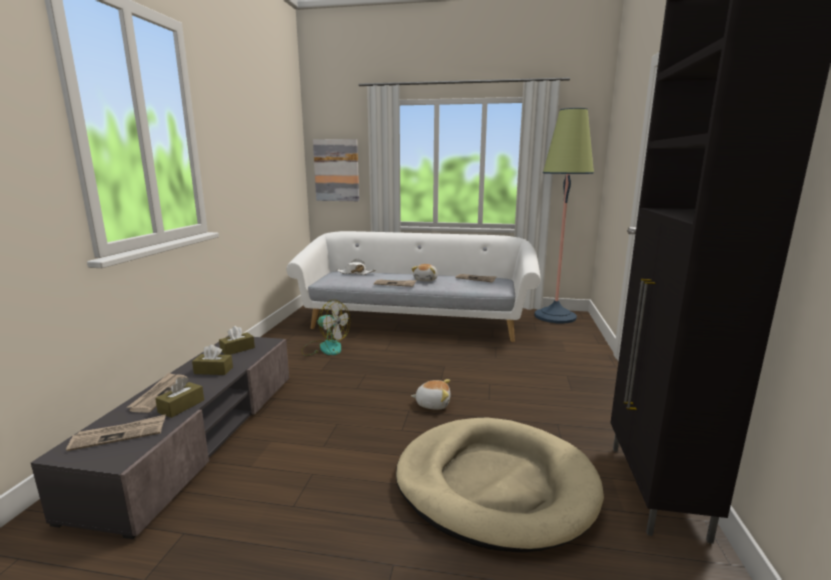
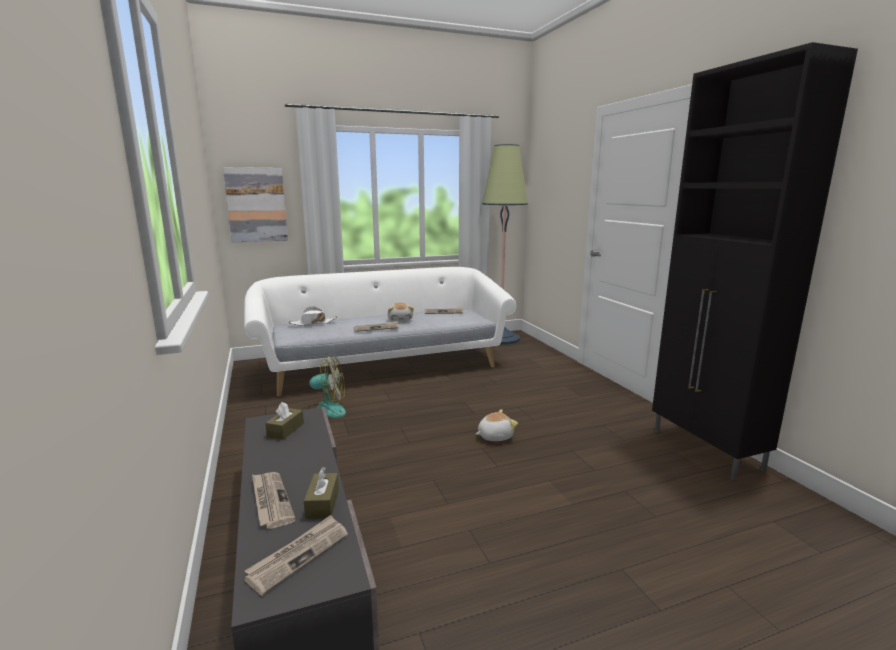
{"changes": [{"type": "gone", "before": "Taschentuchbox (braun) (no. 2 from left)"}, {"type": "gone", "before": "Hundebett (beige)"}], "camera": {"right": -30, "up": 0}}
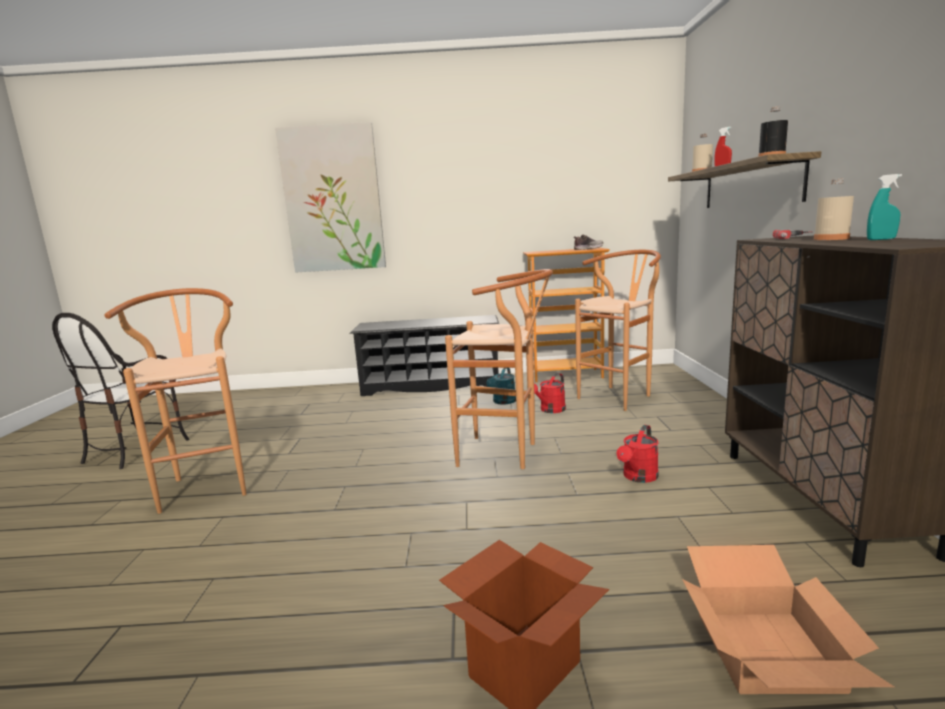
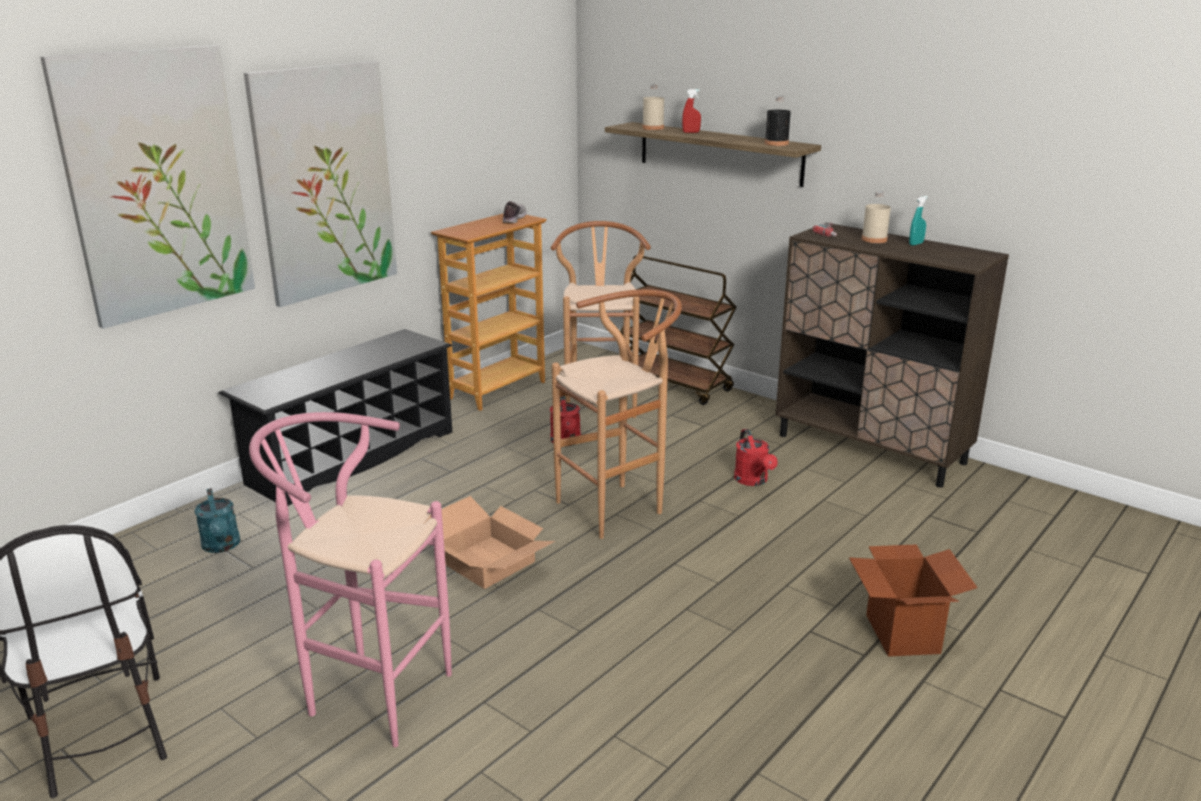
{"changes": [{"type": "repainted", "before": "Hocker (braun) (no. 1 from left)", "after": "Hocker (rosa)"}, {"type": "shifted", "before": "Gießkanne (türkis)"}, {"type": "shifted", "before": "Karton (no. 2 from left in the first image)", "after": "Karton (no. 1 from left)"}, {"type": "new", "after": "Bild (no. 2 from left)"}, {"type": "new", "after": "Rollwagen (braun)"}], "camera": {"right": -50, "up": 10}}
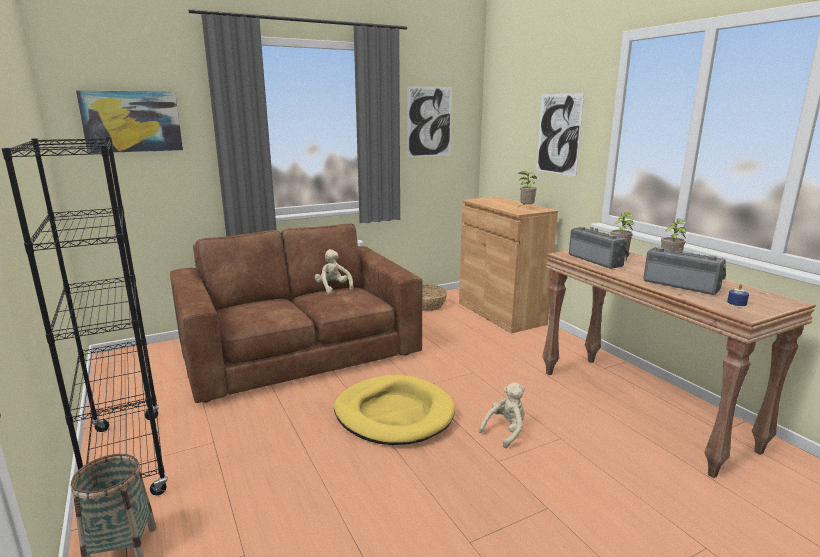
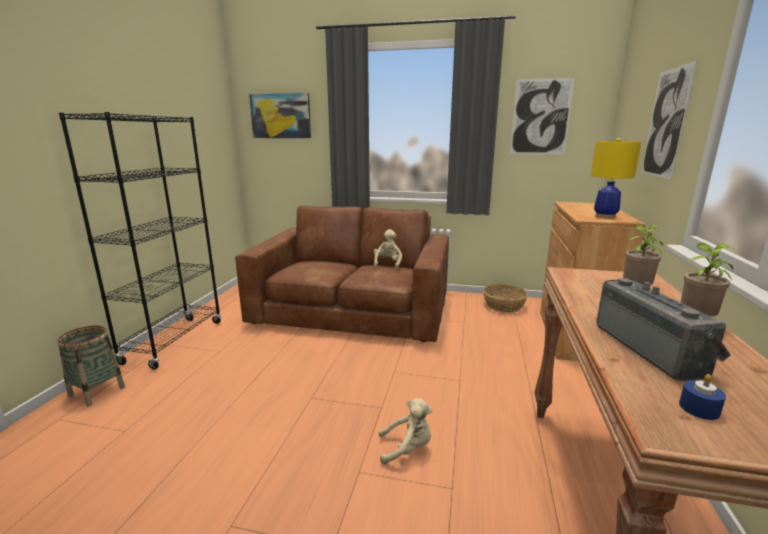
{"changes": [{"type": "gone", "before": "Hundebett (gelb)"}, {"type": "swapped", "before": "Topfpflanze (no. 1 from left)", "after": "Tischlampe (gelb)"}, {"type": "gone", "before": "Radio (no. 1 from left)"}], "camera": {"right": 40, "up": 0}}
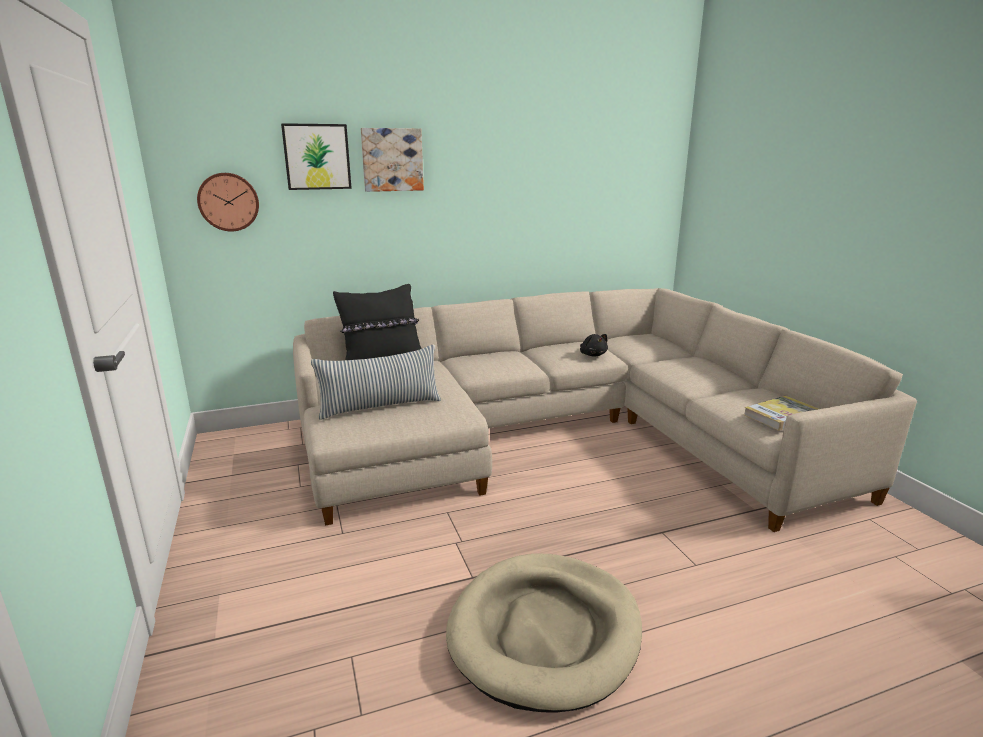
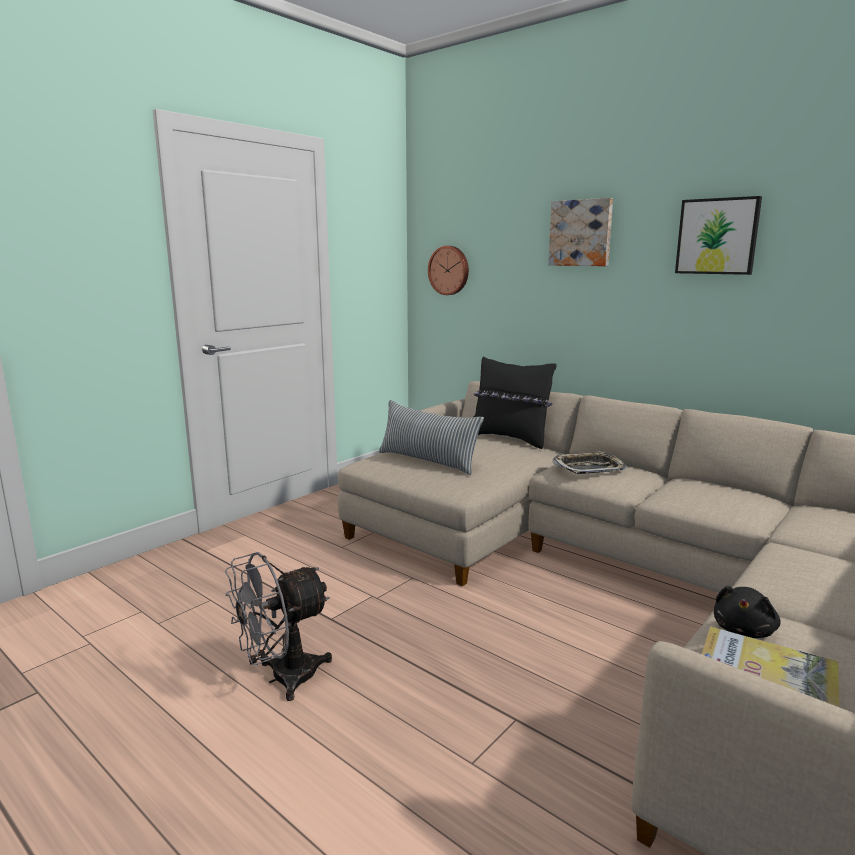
{"changes": [{"type": "shifted", "before": "Bild (no. 1 from left in the first image)", "after": "Bild (no. 2 from left)"}, {"type": "swapped", "before": "Hundebett (beige)", "after": "Ventilator (grau)"}, {"type": "shifted", "before": "Plüschtier (schwarz)"}, {"type": "new", "after": "Tablett"}], "camera": {"right": 60, "up": -5}}
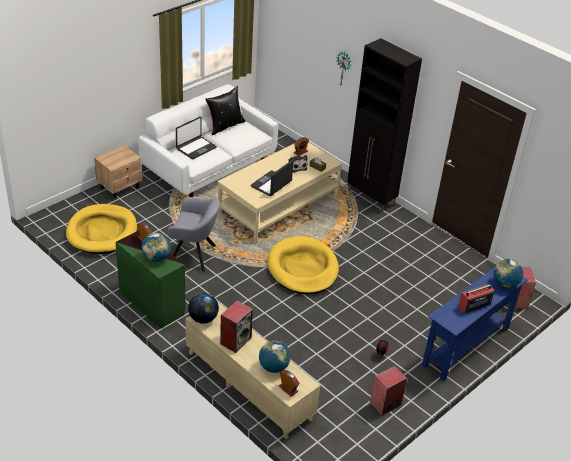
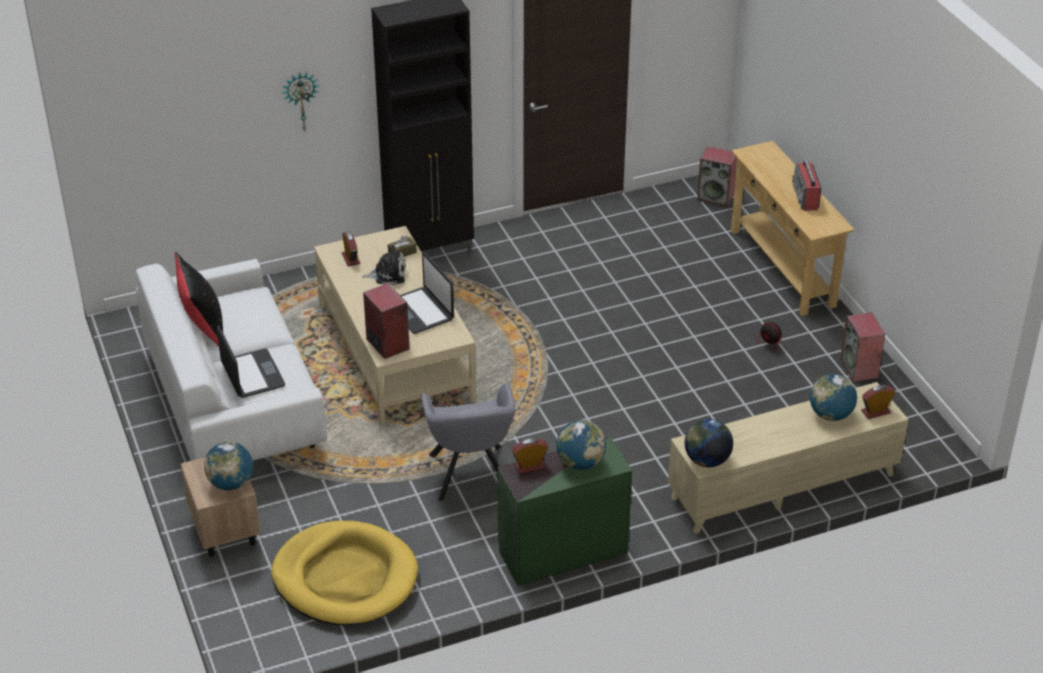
{"changes": [{"type": "rotated", "before": "Sessel (grau)", "turn": 135}, {"type": "shifted", "before": "Lautsprecher (no. 1 from left)"}, {"type": "gone", "before": "Hundebett (gelb) (no. 2 from left)"}, {"type": "repainted", "before": "Konsolentisch (blau)", "after": "Konsolentisch (beige)"}, {"type": "shifted", "before": "Globus (no. 4 from left in the first image)", "after": "Globus (no. 1 from left)"}], "camera": {"right": -65, "up": 0}}
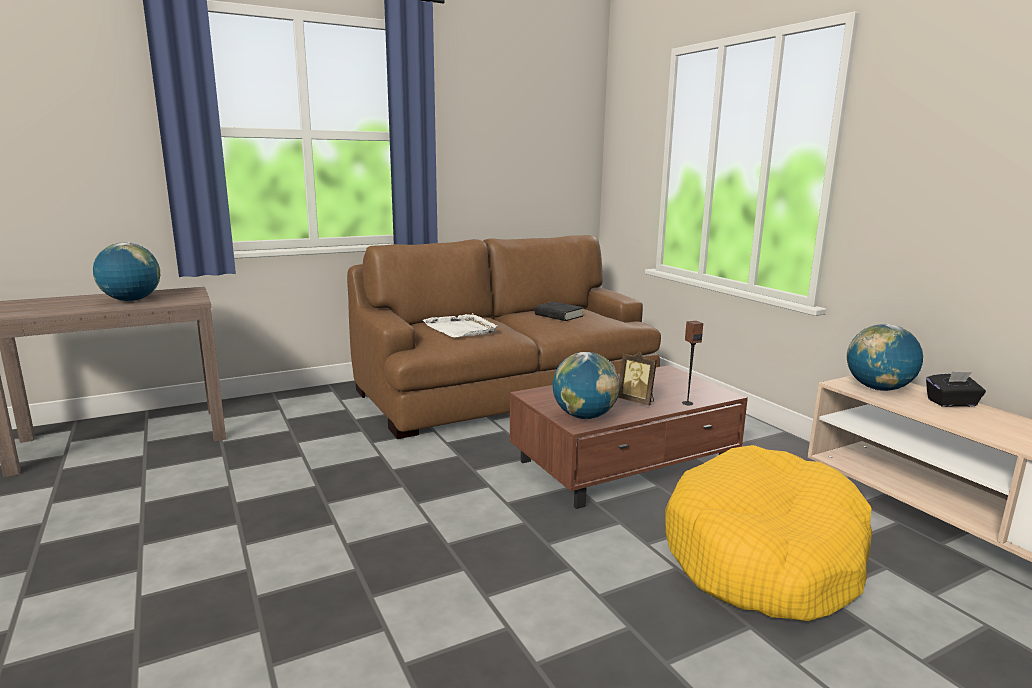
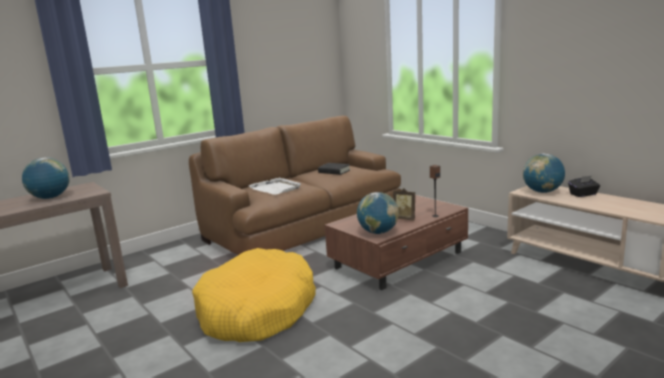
{"changes": [{"type": "shifted", "before": "Hundebett (gelb)"}], "camera": {"right": -10, "up": 0}}
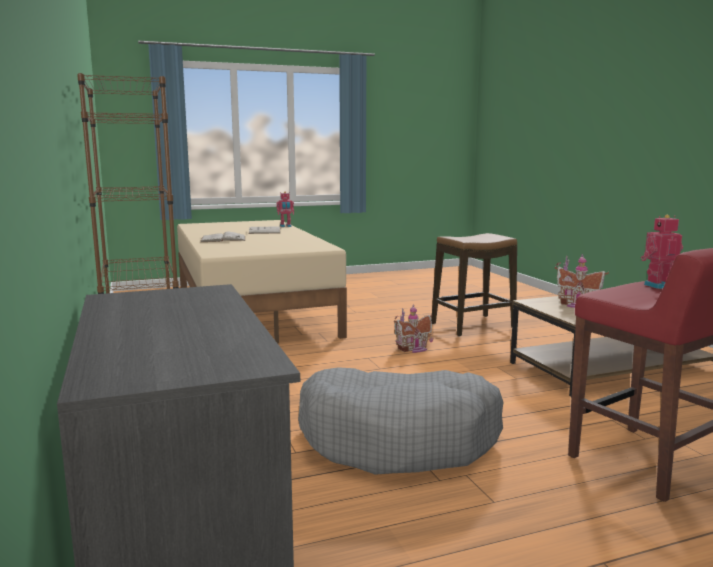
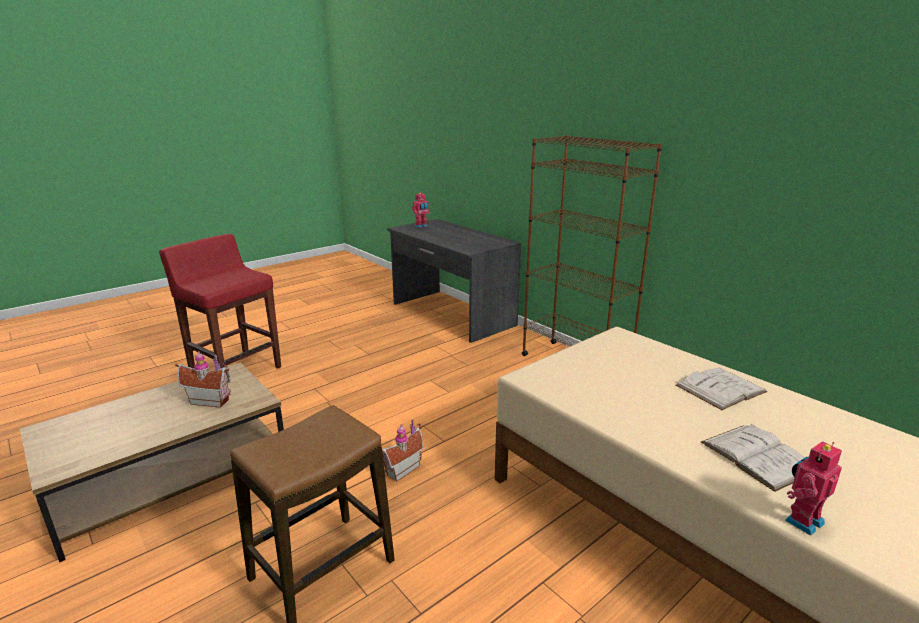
{"changes": [{"type": "gone", "before": "Hundebett (grau)"}, {"type": "shifted", "before": "Spielzeugroboter (no. 2 from left in the first image)", "after": "Spielzeugroboter (no. 1 from left)"}], "camera": {"right": 160, "up": 10}}
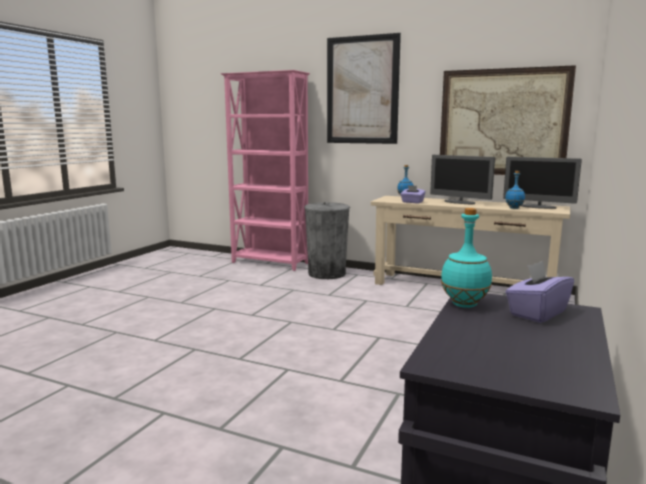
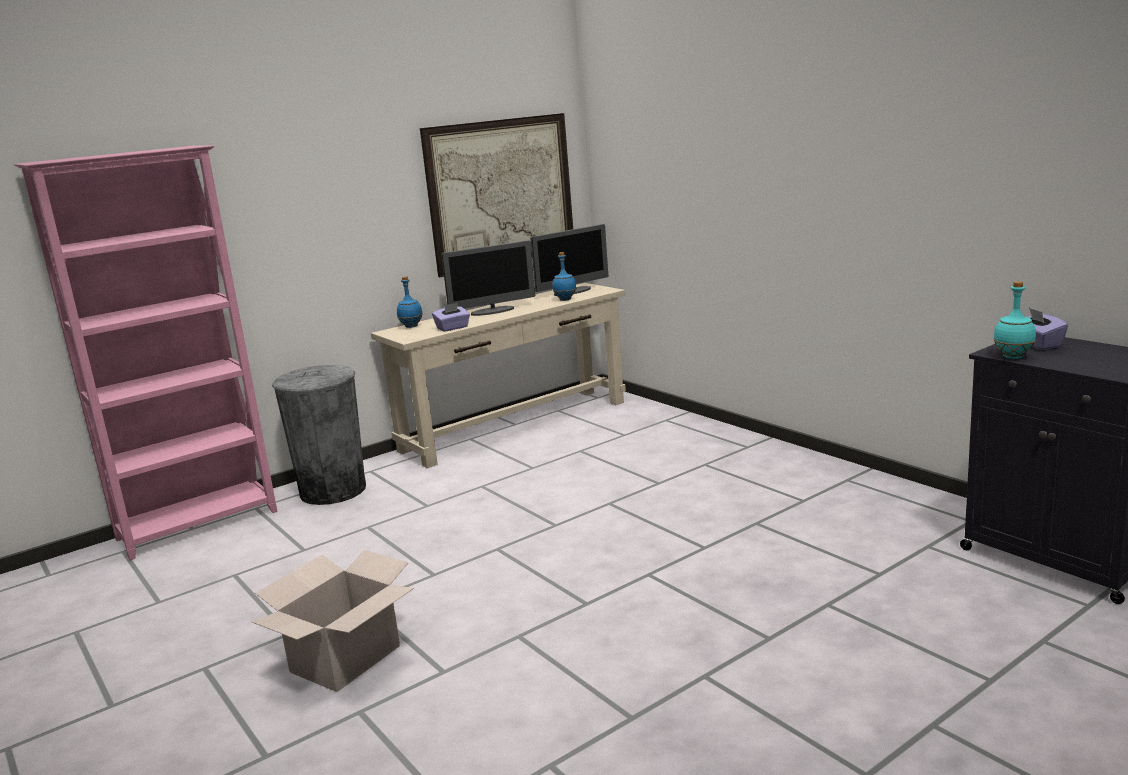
{"changes": [{"type": "gone", "before": "Bild (no. 1 from left)"}, {"type": "new", "after": "Karton"}], "camera": {"right": -60, "up": 5}}
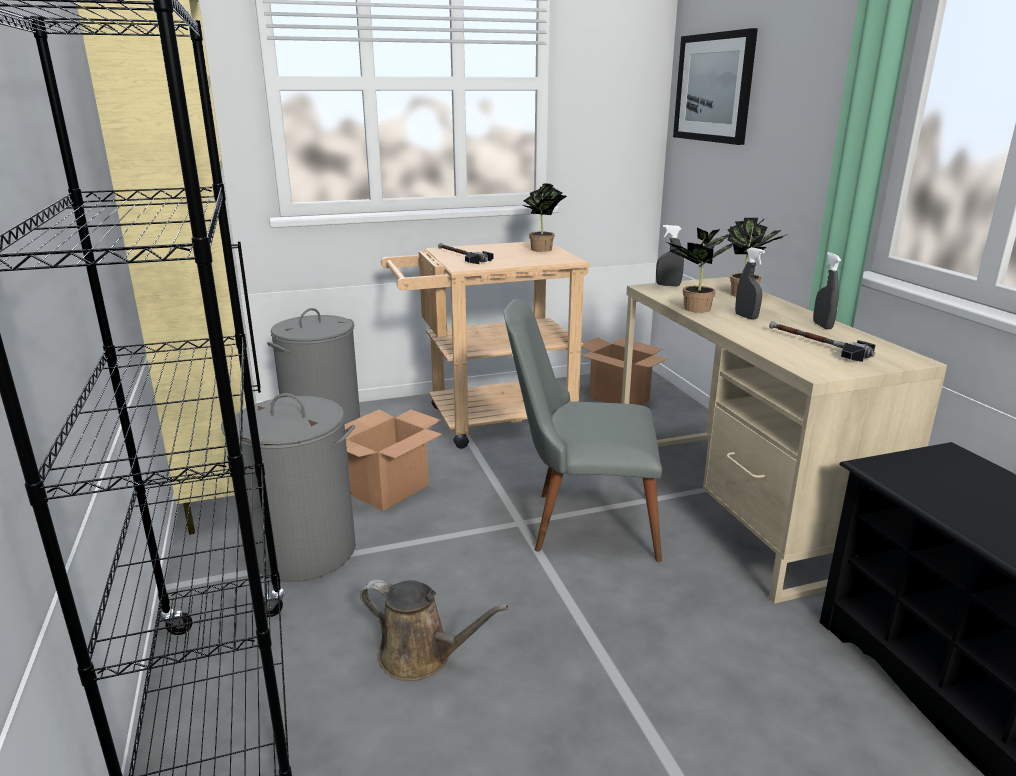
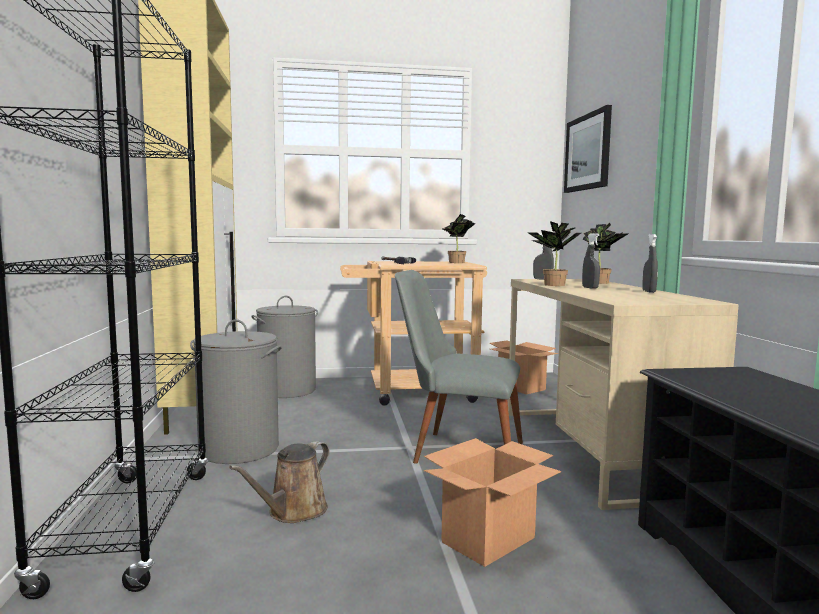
{"changes": [{"type": "shifted", "before": "Karton (no. 1 from left)"}, {"type": "rotated", "before": "Gießkanne (braun)", "turn": 90}, {"type": "gone", "before": "Hammer (no. 2 from left)"}], "camera": {"right": 10, "up": -15}}
